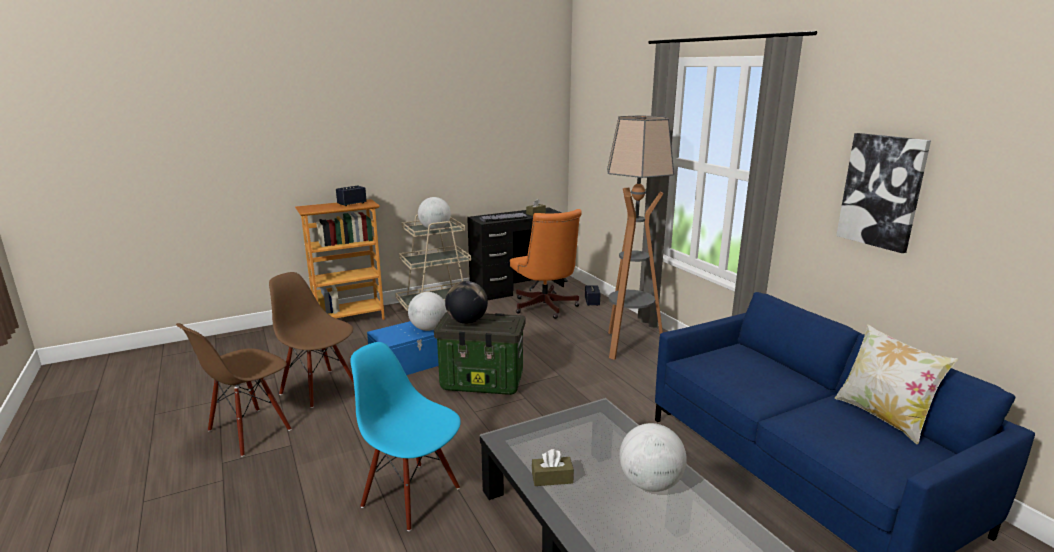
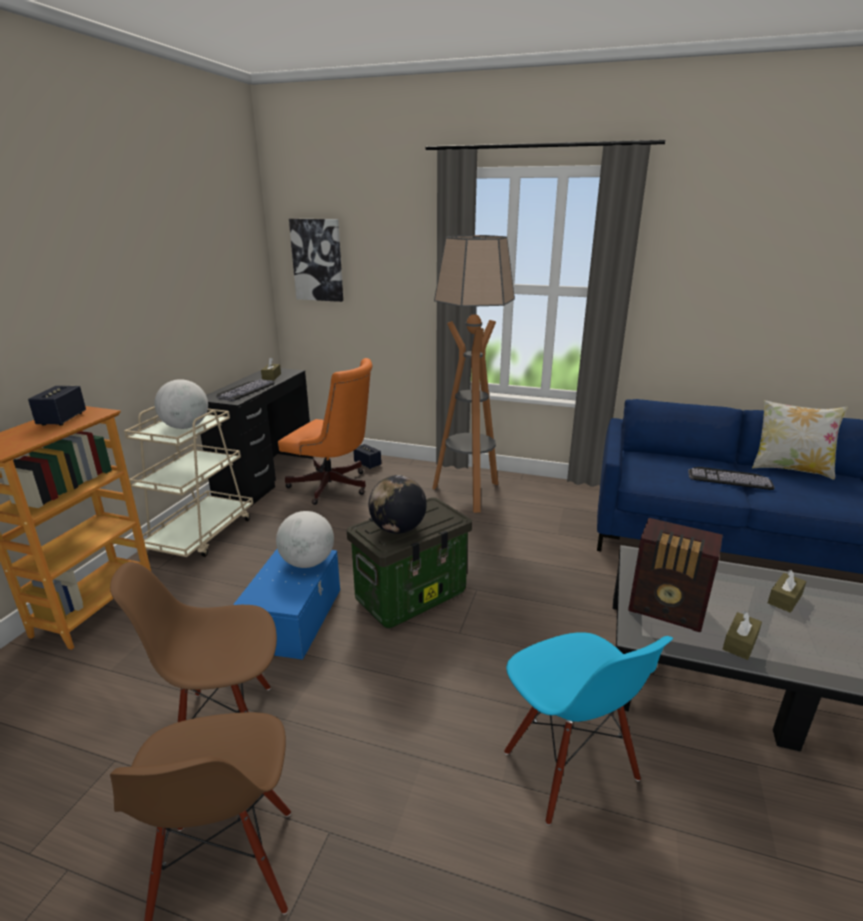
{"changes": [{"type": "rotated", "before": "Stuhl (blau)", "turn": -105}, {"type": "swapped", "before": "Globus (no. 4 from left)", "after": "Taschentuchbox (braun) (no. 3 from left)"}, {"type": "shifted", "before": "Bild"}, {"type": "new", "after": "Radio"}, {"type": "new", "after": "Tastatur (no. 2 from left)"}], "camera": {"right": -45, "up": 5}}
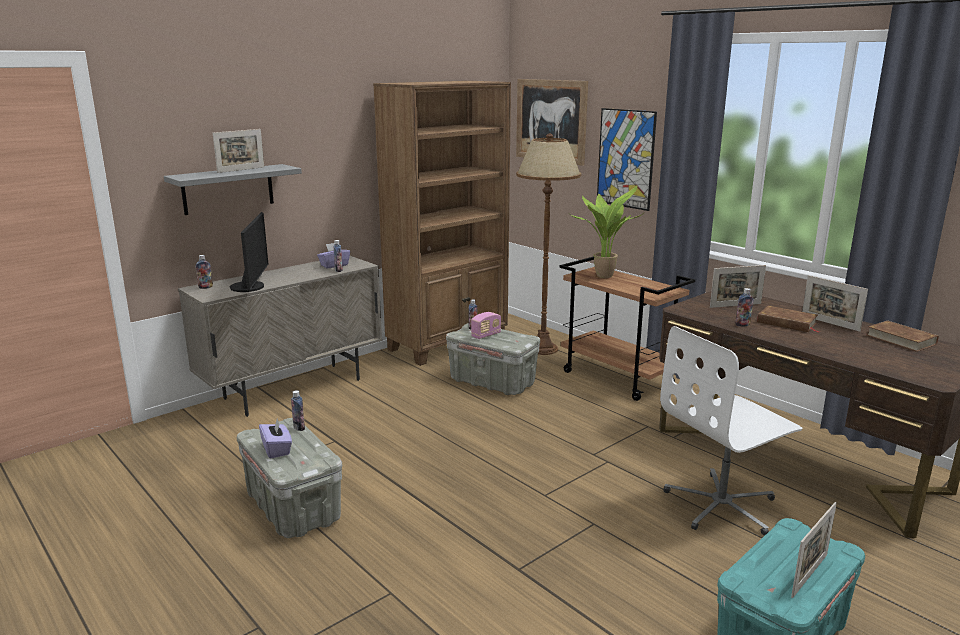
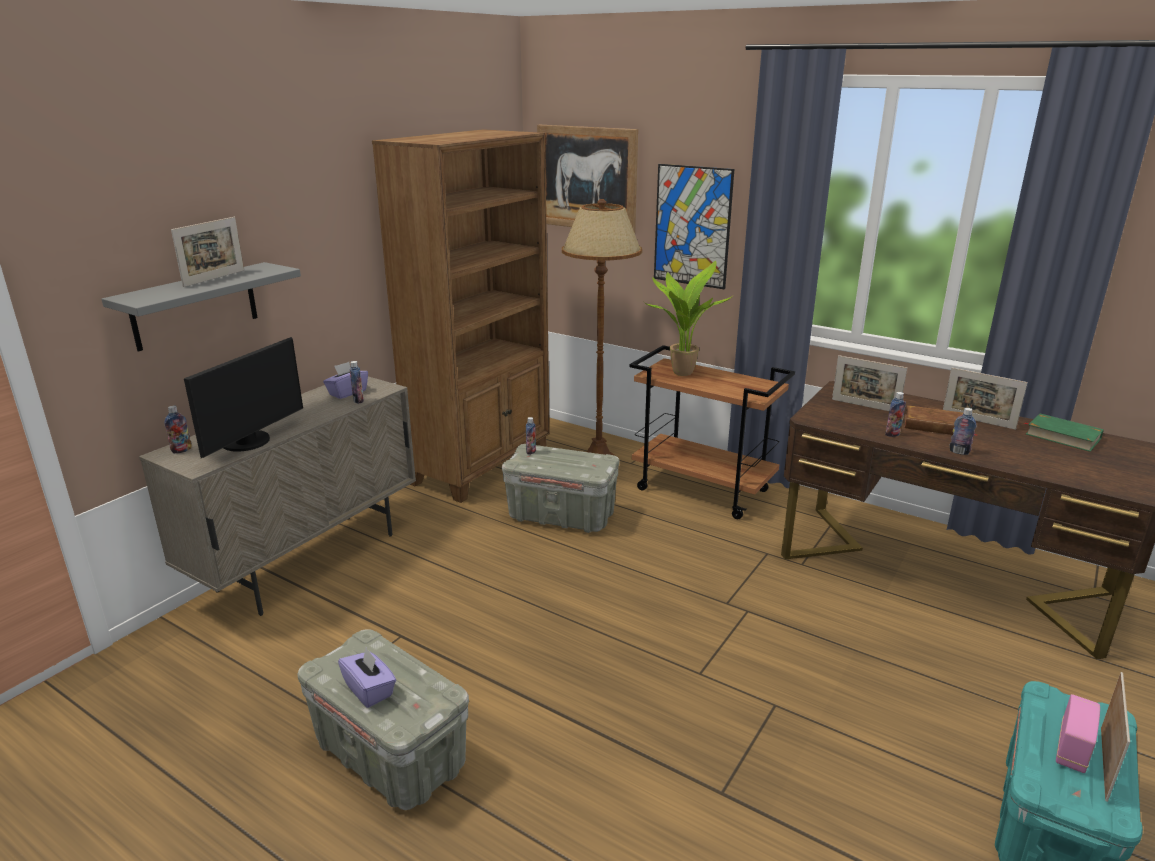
{"changes": [{"type": "rotated", "before": "Monitor", "turn": 45}, {"type": "shifted", "before": "Flasche (no. 2 from left in the first image)", "after": "Flasche (no. 5 from left)"}, {"type": "shifted", "before": "Radio"}, {"type": "gone", "before": "Bürostuhl (weiß)"}, {"type": "rotated", "before": "Bilderrahmen (no. 2 from left)", "turn": 60}, {"type": "repainted", "before": "Buch (braun) (no. 2 from left)", "after": "Buch (grün)"}], "camera": {"right": -15, "up": 5}}
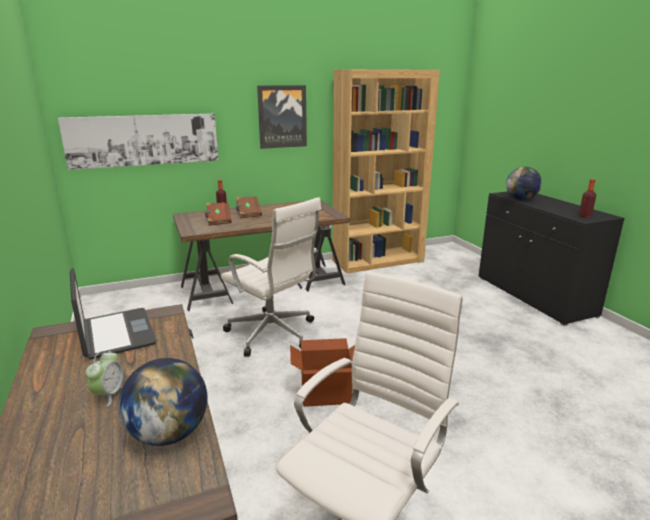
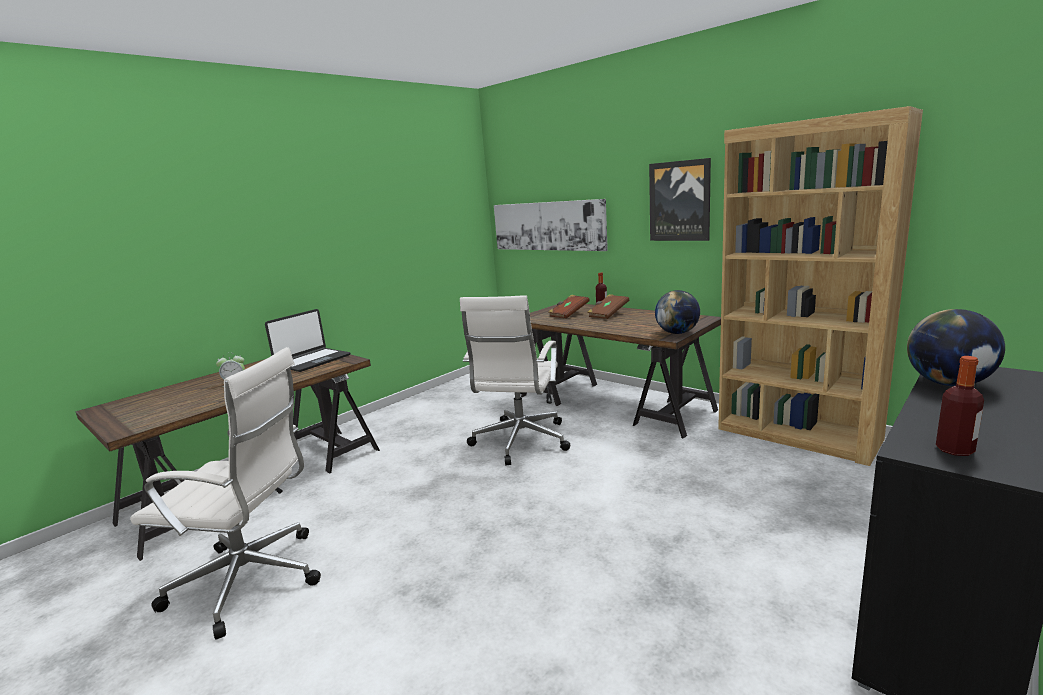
{"changes": [{"type": "shifted", "before": "Globus (no. 1 from left)"}, {"type": "gone", "before": "Karton"}], "camera": {"right": 65, "up": -5}}
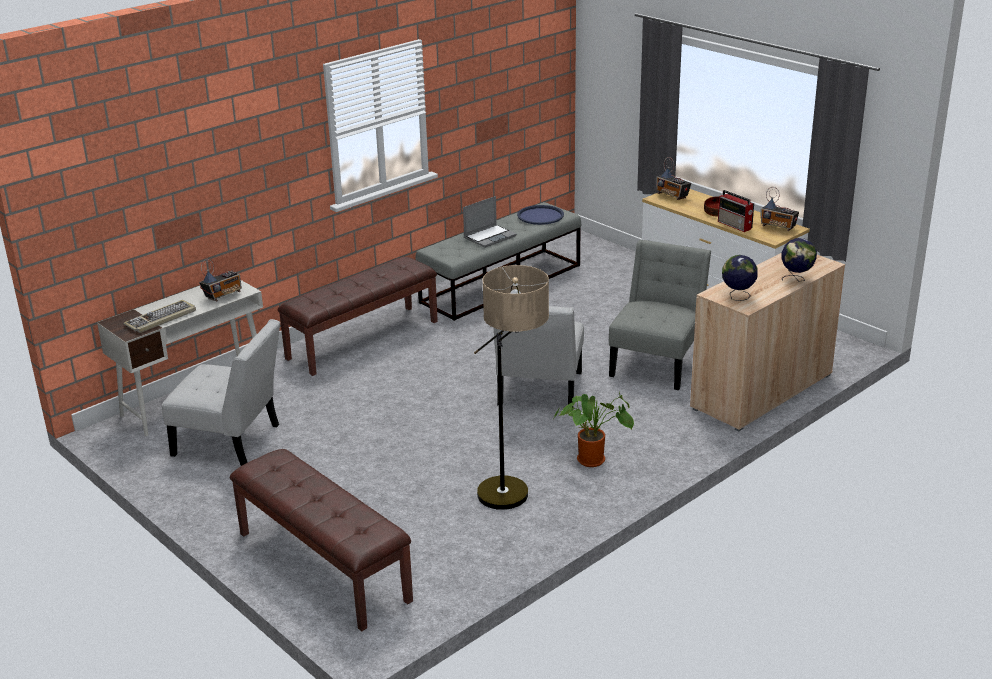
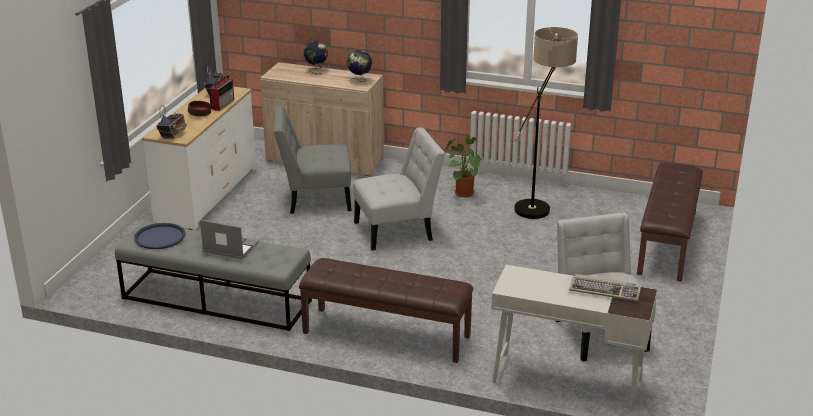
{"changes": [{"type": "gone", "before": "Radio (no. 1 from left)"}], "camera": {"right": -120, "up": 0}}
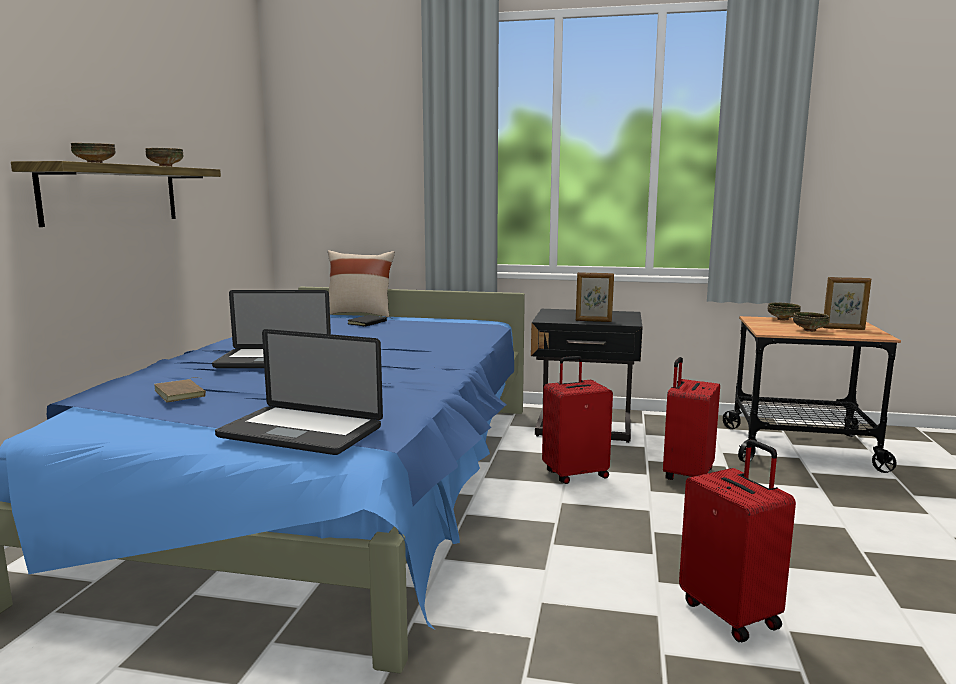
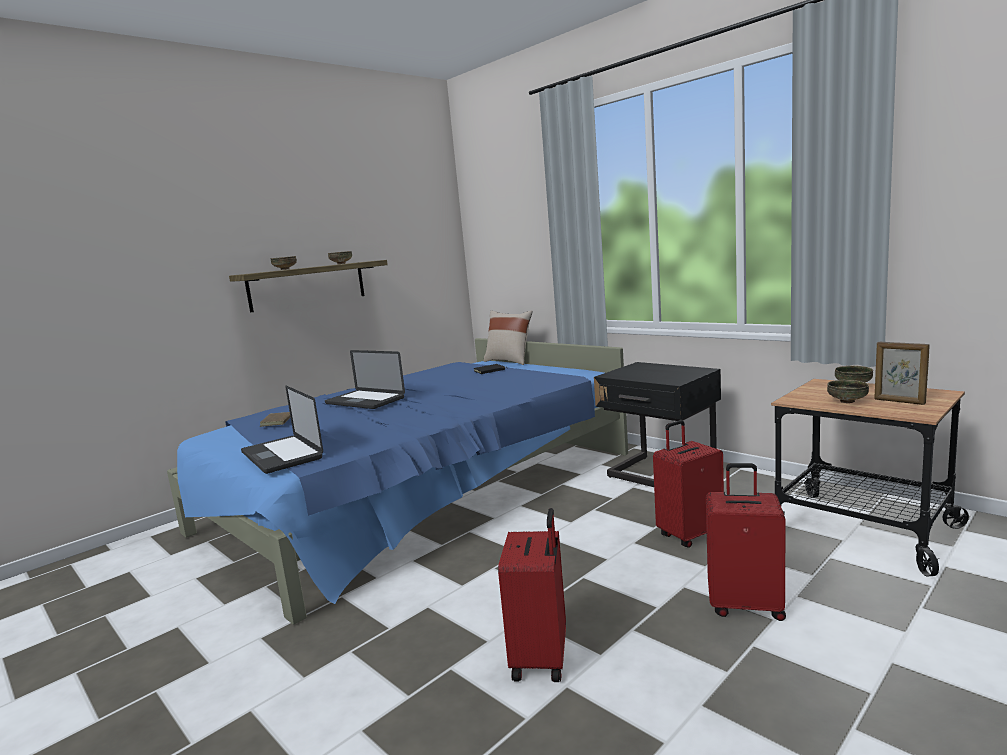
{"changes": [{"type": "shifted", "before": "Koffer (rot) (no. 1 from left in the first image)", "after": "Koffer (rot) (no. 3 from left)"}, {"type": "gone", "before": "Bilderrahmen (no. 1 from left)"}], "camera": {"right": 35, "up": 0}}
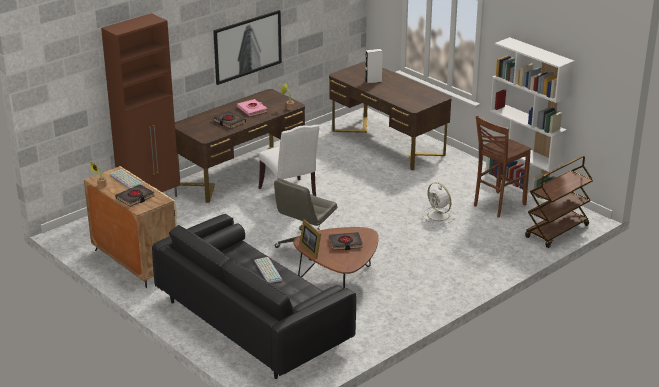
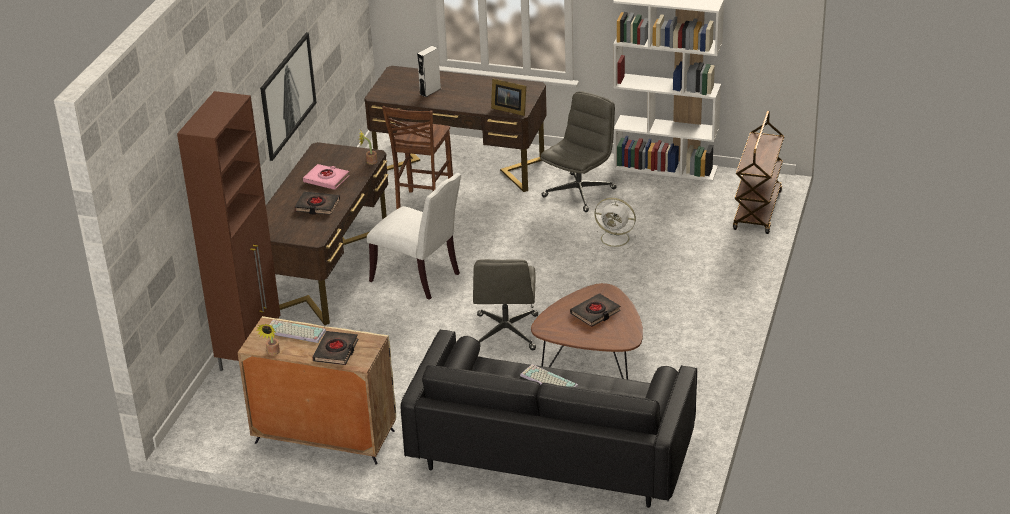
{"changes": [{"type": "shifted", "before": "Bilderrahmen"}, {"type": "shifted", "before": "Hocker (braun)"}, {"type": "new", "after": "Bürostuhl (grau) (no. 2 from left)"}], "camera": {"right": -30, "up": 5}}
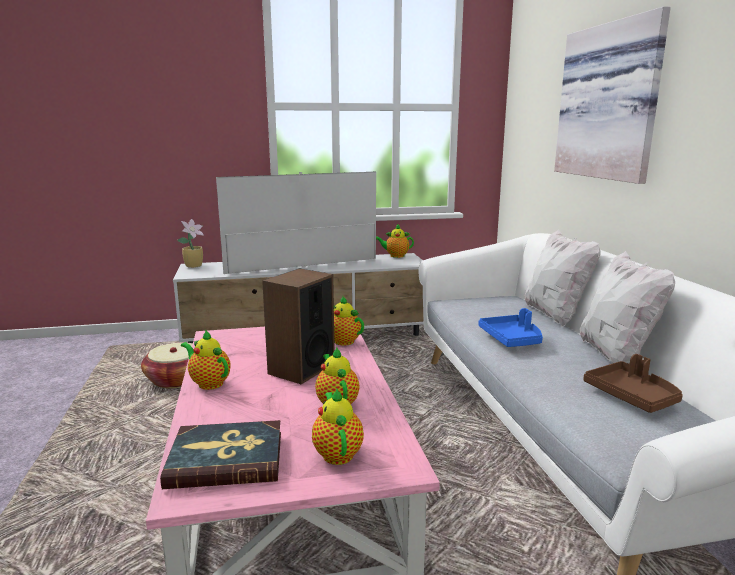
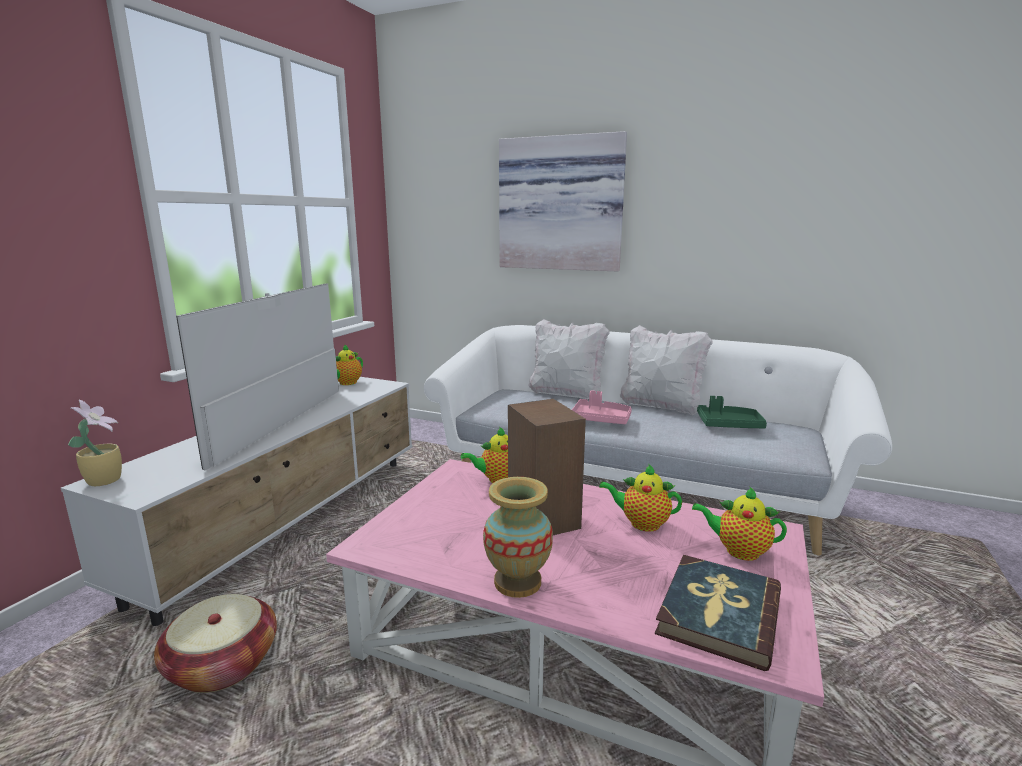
{"changes": [{"type": "swapped", "before": "Teekanne (no. 1 from left)", "after": "Vase"}, {"type": "repainted", "before": "Tablett (blau)", "after": "Tablett (rosa)"}, {"type": "repainted", "before": "Tablett (braun)", "after": "Tablett (grün)"}], "camera": {"right": -55, "up": 0}}
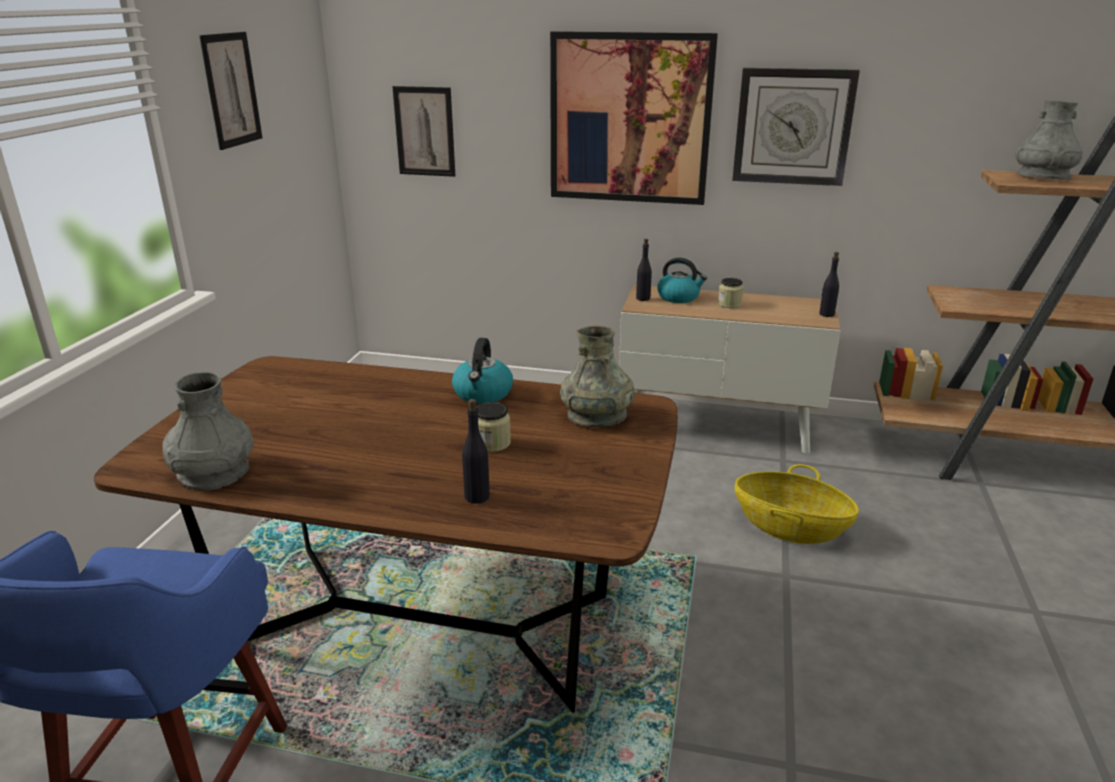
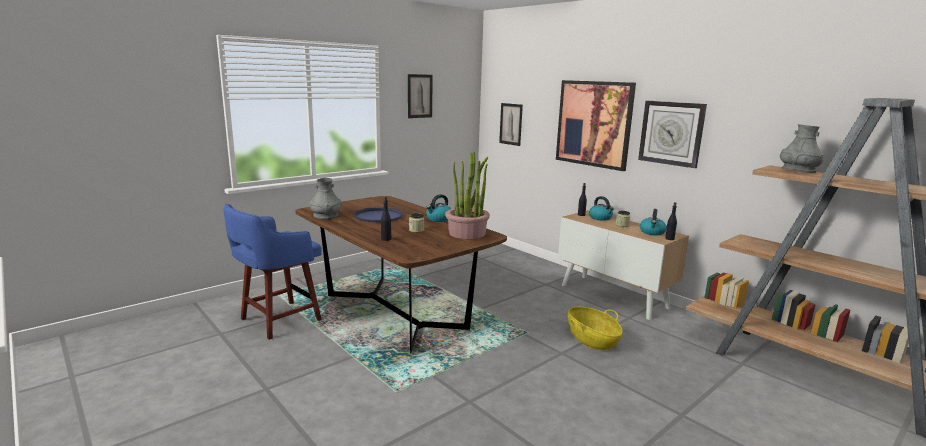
{"changes": [{"type": "swapped", "before": "Vase (grau) (no. 2 from left)", "after": "Topfpflanze"}, {"type": "new", "after": "Tablett (blau)"}, {"type": "new", "after": "Wasserkessel (no. 3 from left)"}], "camera": {"right": 35, "up": -10}}
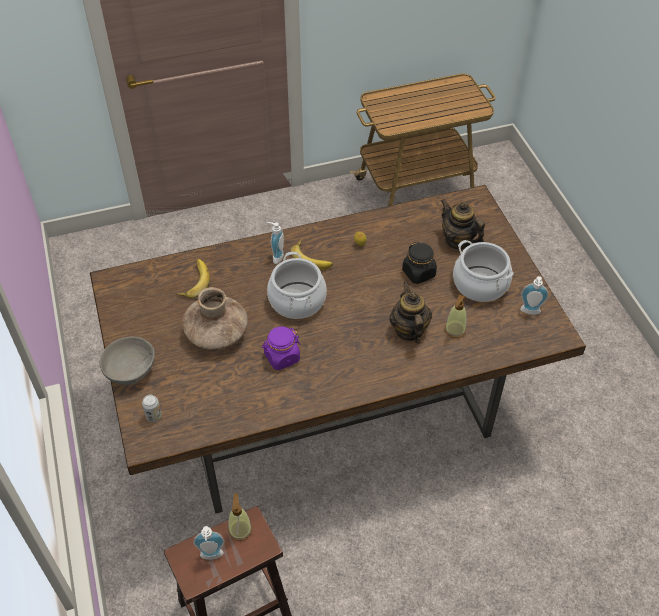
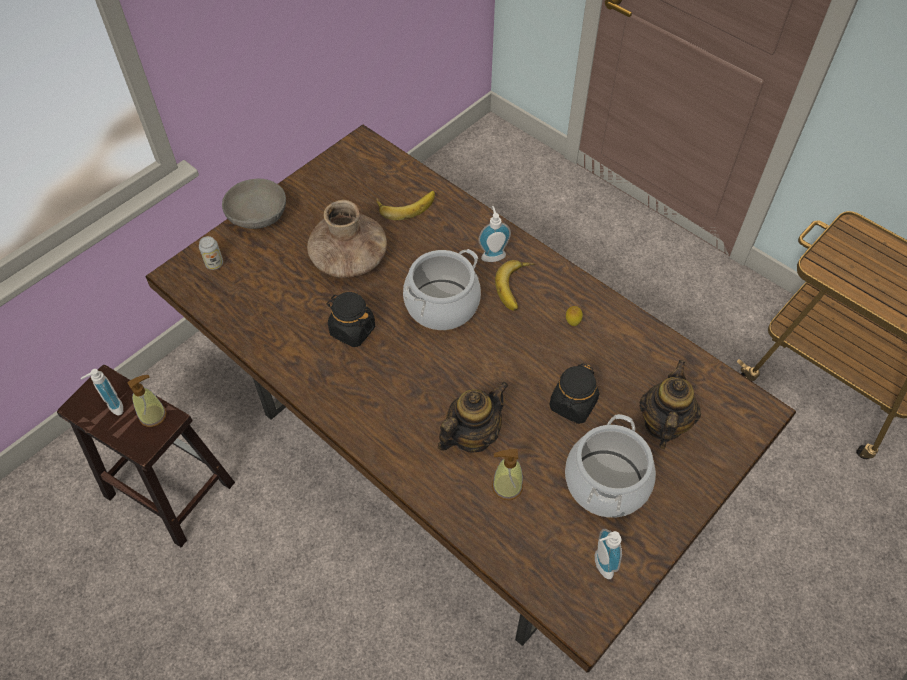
{"changes": [{"type": "repainted", "before": "Vorratsglas (lila)", "after": "Vorratsglas (schwarz) (no. 1 from left)"}], "camera": {"right": 60, "up": 5}}
